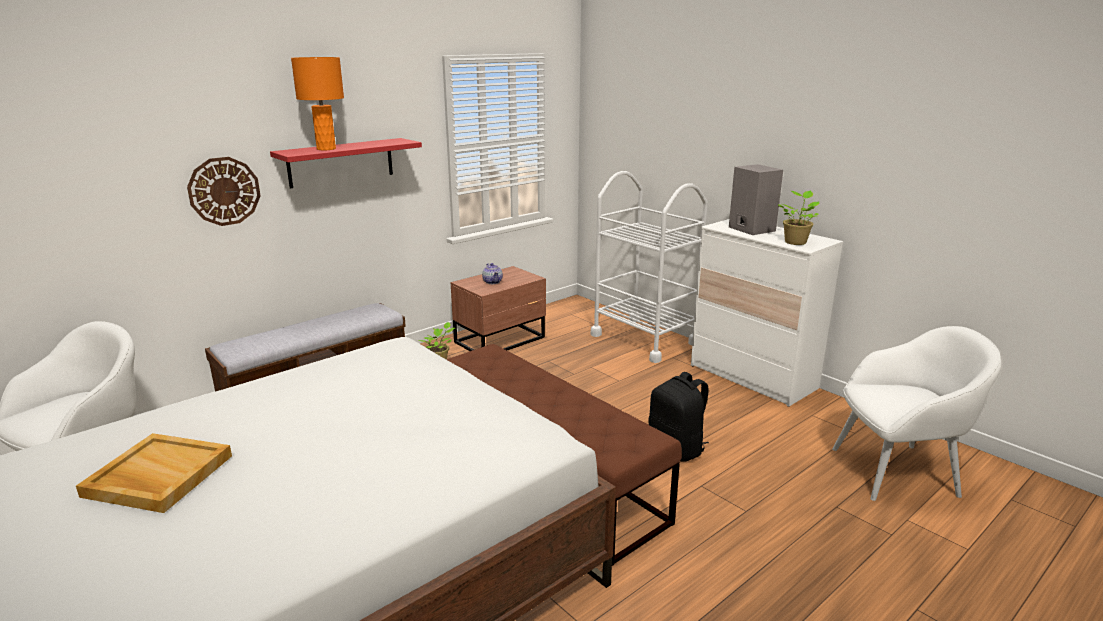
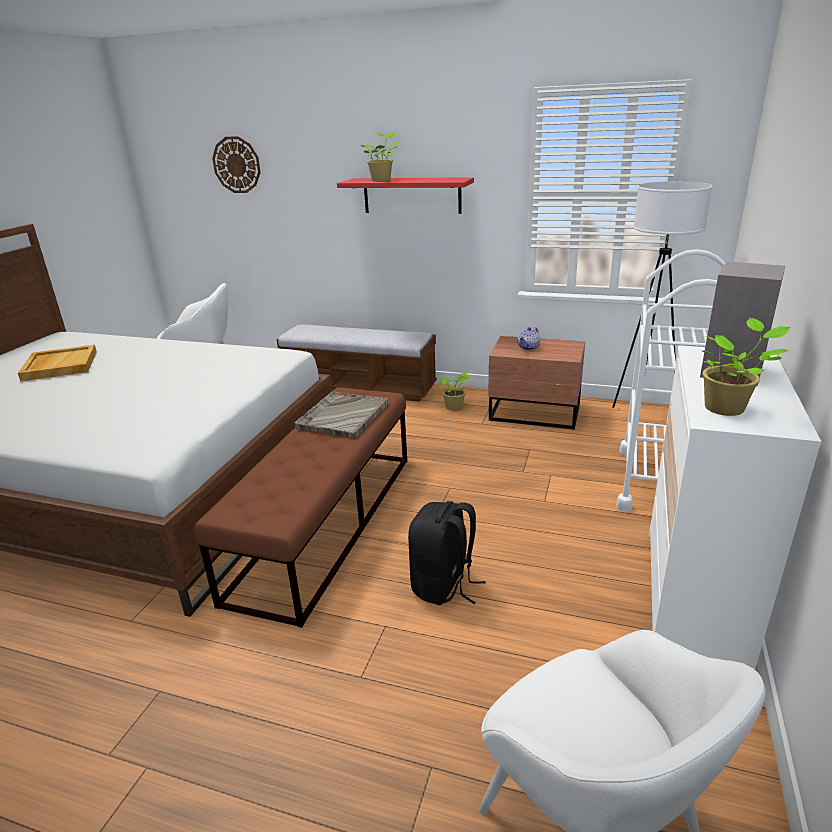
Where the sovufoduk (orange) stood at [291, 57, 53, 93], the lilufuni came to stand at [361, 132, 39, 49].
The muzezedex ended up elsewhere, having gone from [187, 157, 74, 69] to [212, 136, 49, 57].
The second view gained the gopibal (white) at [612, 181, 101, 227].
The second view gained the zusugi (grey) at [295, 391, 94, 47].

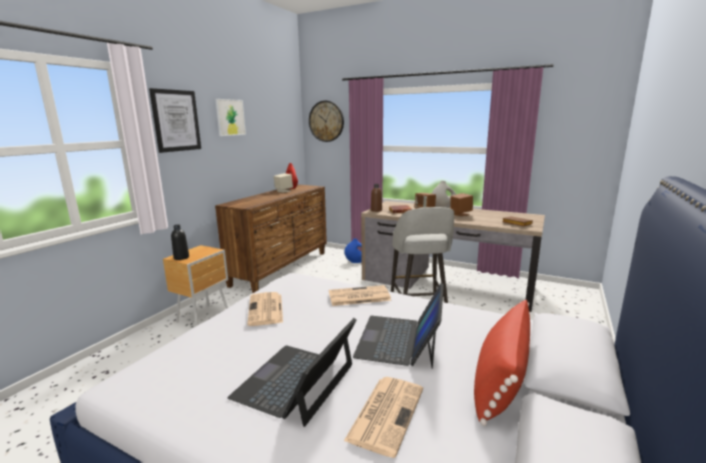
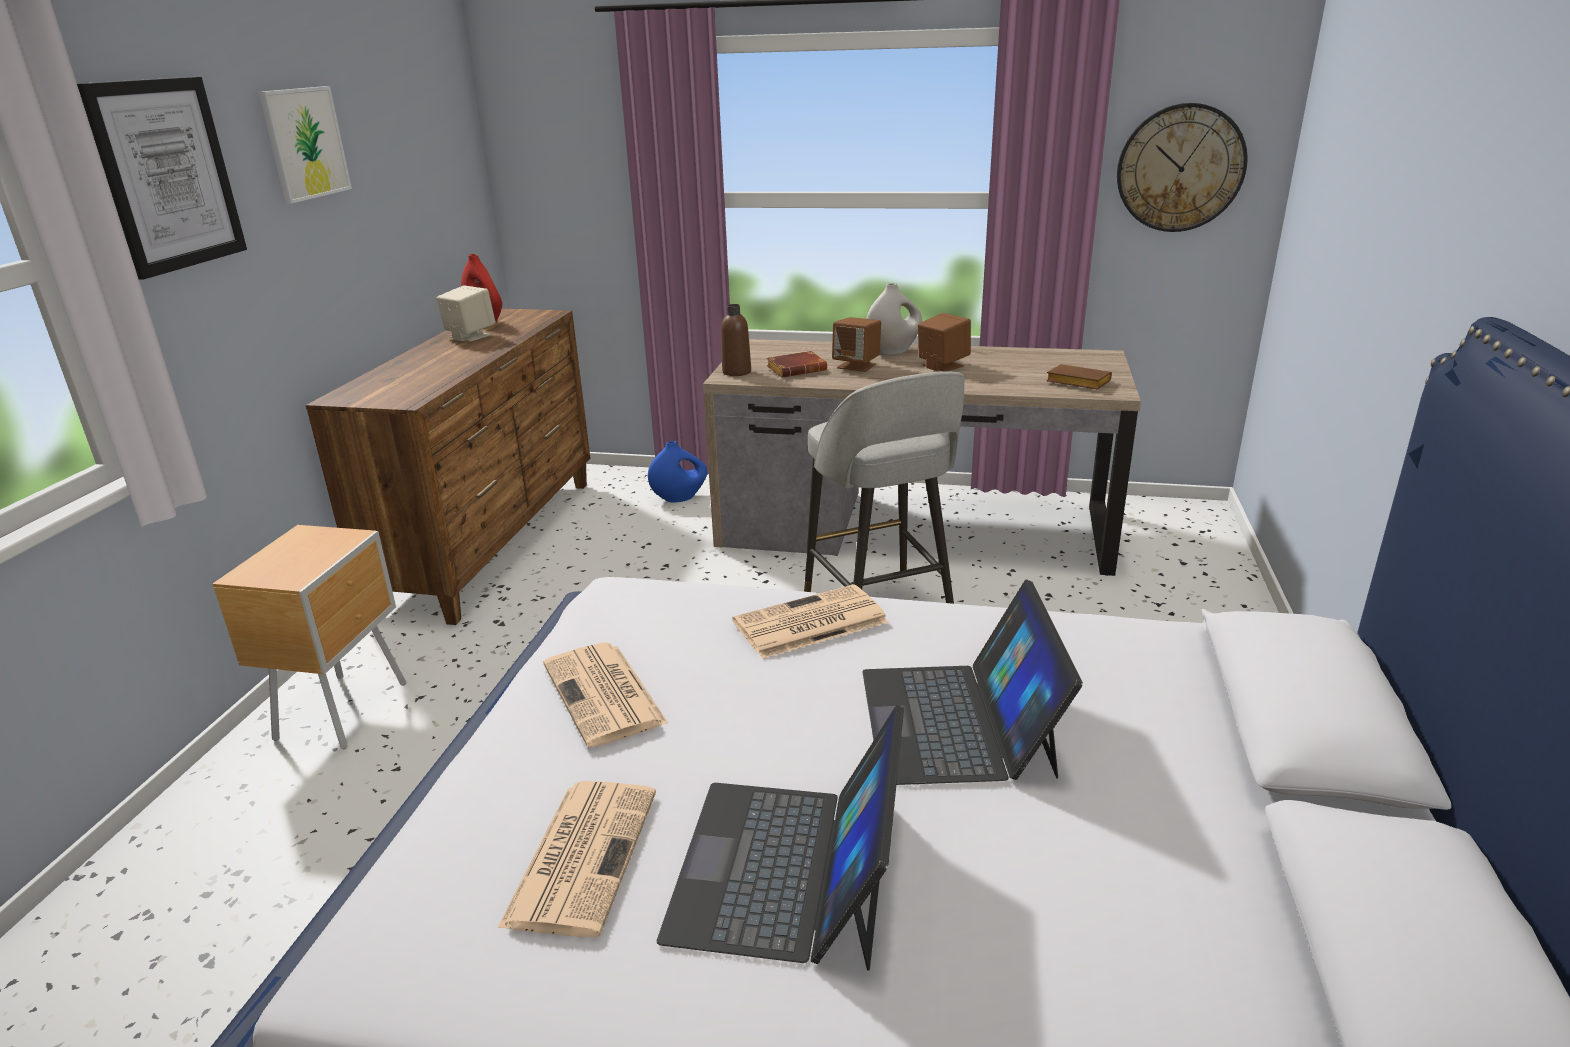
The muzezedex ended up elsewhere, having gone from [309, 101, 35, 41] to [1117, 103, 131, 129].
The second view lost the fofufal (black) at [171, 225, 18, 35].
The second view lost the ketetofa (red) at [474, 300, 56, 126].
The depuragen ended up elsewhere, having gone from [344, 377, 79, 81] to [497, 781, 159, 156].

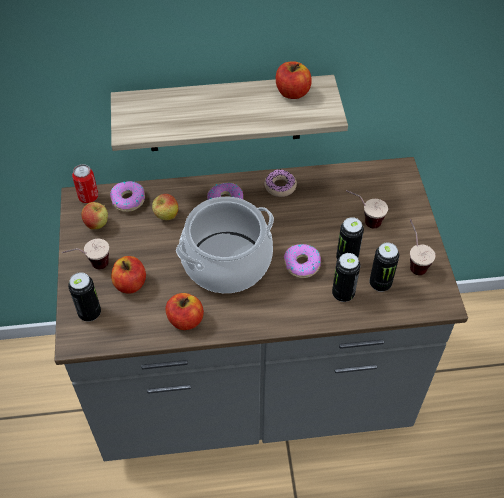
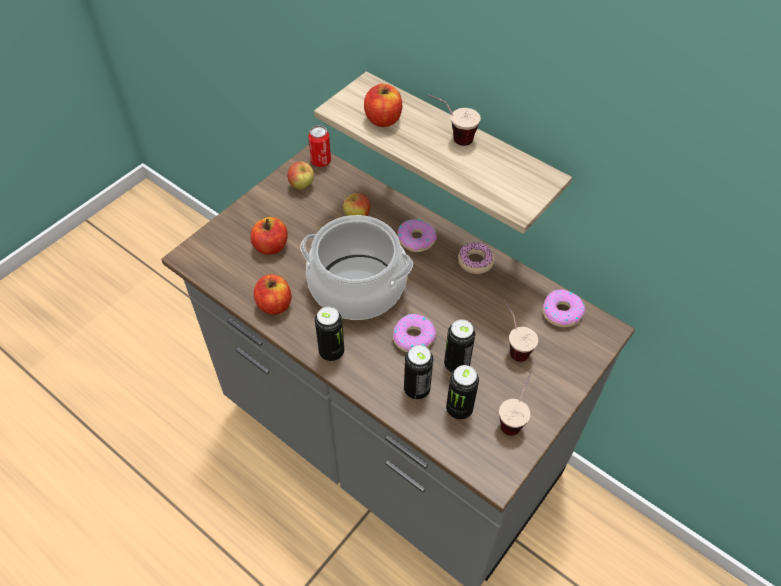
The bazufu ended up elsewhere, having gone from [276, 61, 35, 38] to [364, 84, 38, 43].
The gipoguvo ended up elsewhere, having gone from [110, 181, 35, 31] to [542, 290, 43, 37].
The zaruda ended up elsewhere, having gone from [62, 239, 47, 30] to [428, 94, 53, 52].
The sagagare ended up elsewhere, having gone from [68, 272, 33, 50] to [315, 307, 29, 54].

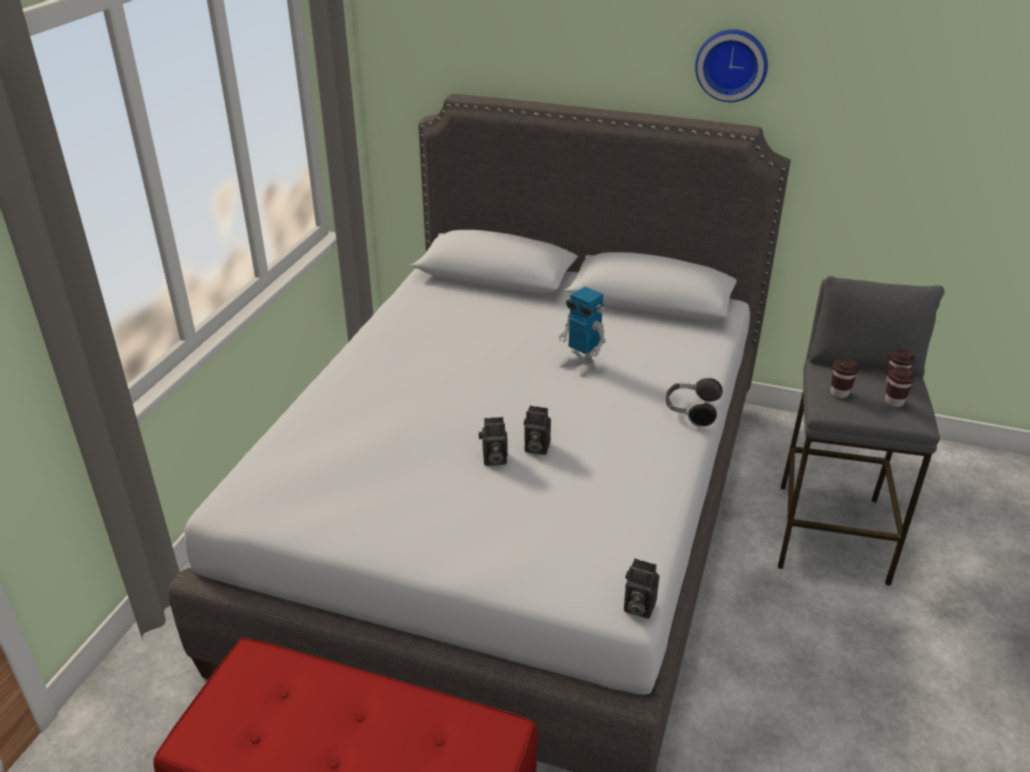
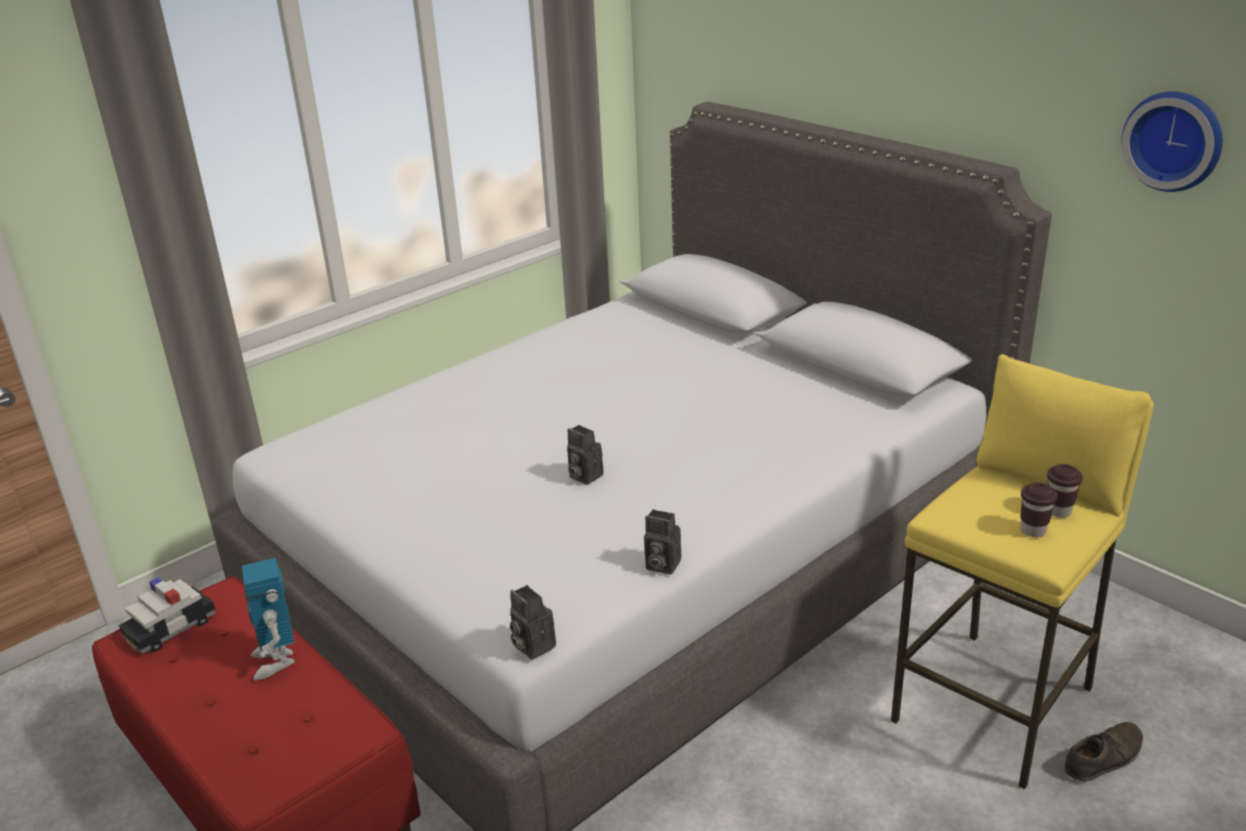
The muzezedex ended up elsewhere, having gone from [695, 29, 73, 73] to [1121, 91, 102, 101].
What was the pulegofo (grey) at [778, 276, 167, 310] turned into the pulegofo (yellow) at [891, 354, 263, 436].
The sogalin ended up elsewhere, having gone from [559, 287, 47, 90] to [242, 558, 53, 122].
The second view lost the zaruda (brown) at [831, 358, 28, 40].
The second view lost the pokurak at [666, 377, 57, 50].
The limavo ended up elsewhere, having gone from [478, 417, 30, 49] to [644, 509, 37, 66].
The second view gained the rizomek at [119, 577, 97, 77].
The second view gained the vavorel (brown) at [1064, 722, 79, 60].

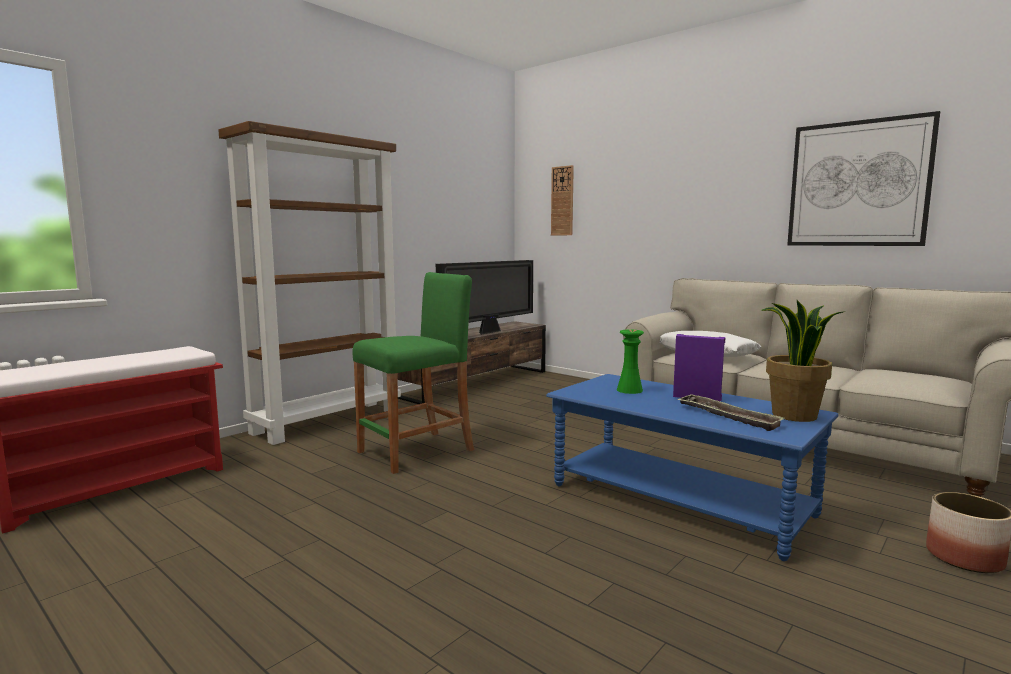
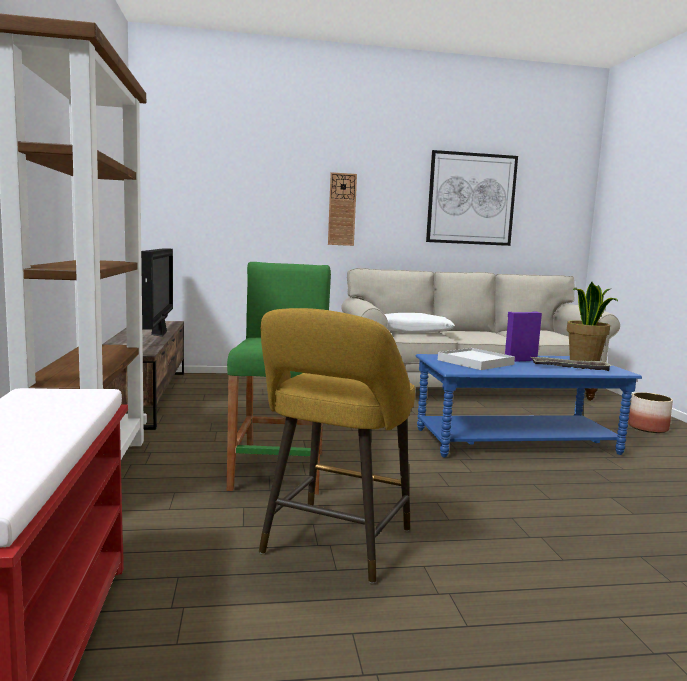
The muzezedex ended up elsewhere, having gone from [551, 165, 23, 70] to [328, 172, 29, 74].
Where the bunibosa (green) stood at [617, 329, 27, 65], the zusugi (white) came to stand at [438, 348, 77, 22].
The second view gained the pulegofo (yellow) at [259, 308, 156, 276].

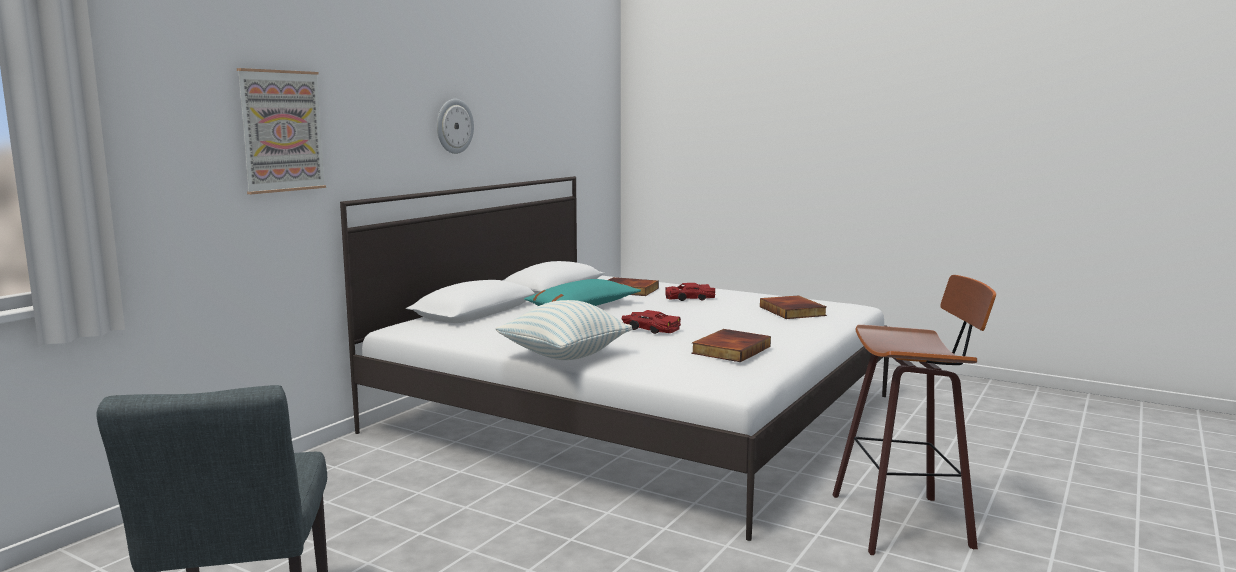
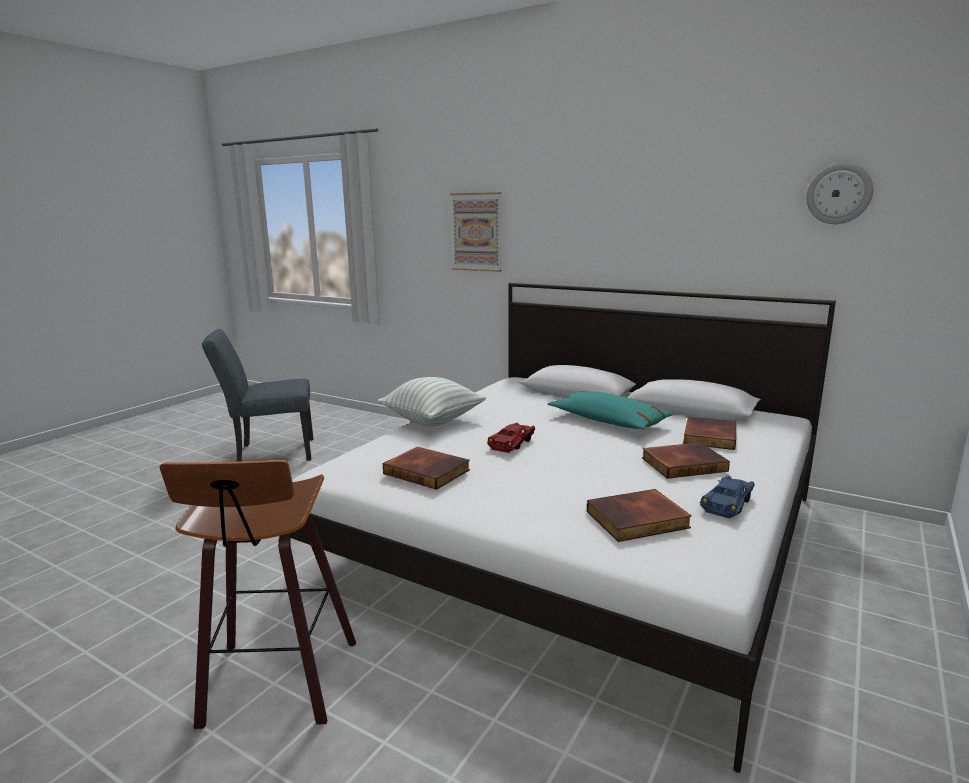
The muzezedex ended up elsewhere, having gone from [437, 99, 37, 55] to [806, 163, 67, 61].
Where the rizomek (red) stood at [665, 283, 51, 18], the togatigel came to stand at [642, 442, 88, 37].
The second view gained the rizomek (blue) at [700, 476, 55, 43].

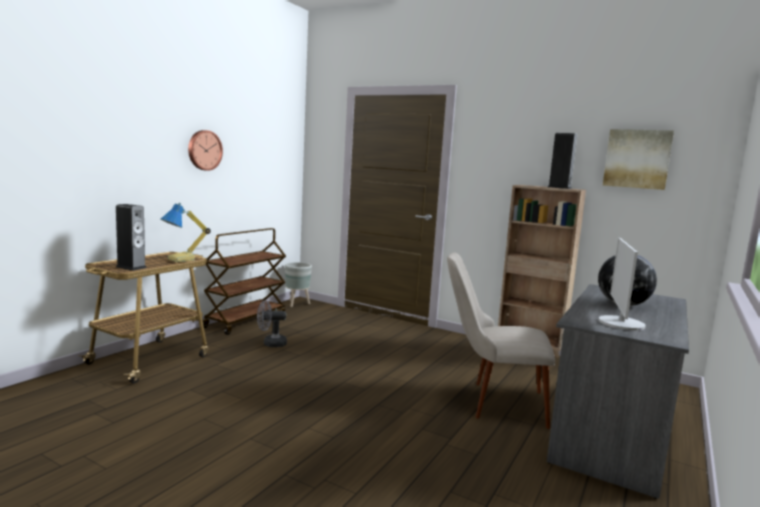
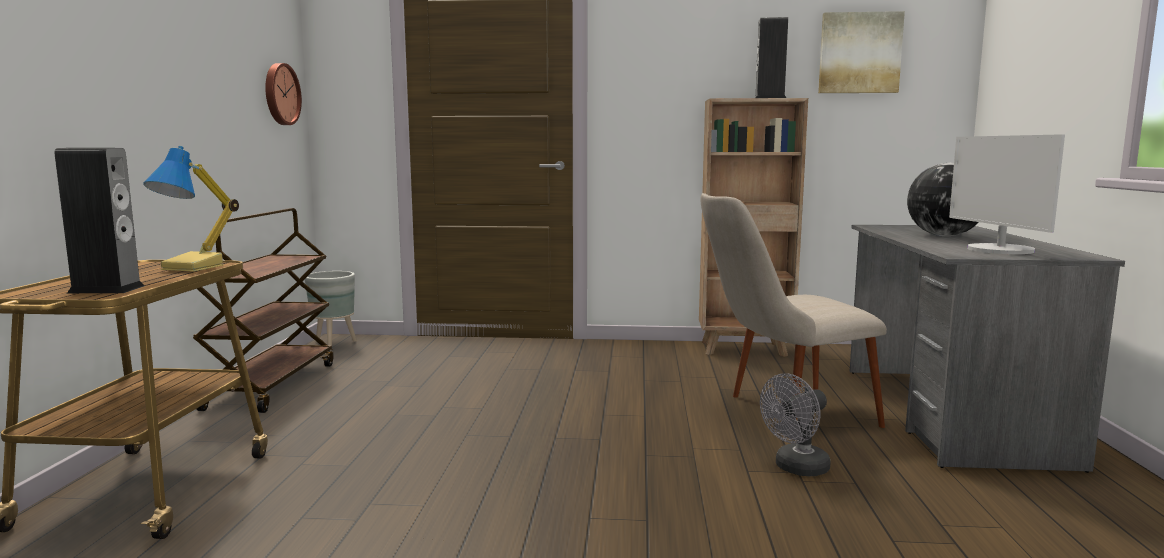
The muzezedex ended up elsewhere, having gone from [188, 130, 35, 41] to [265, 63, 37, 62].
The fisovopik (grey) ended up elsewhere, having gone from [257, 300, 30, 47] to [760, 373, 71, 103].

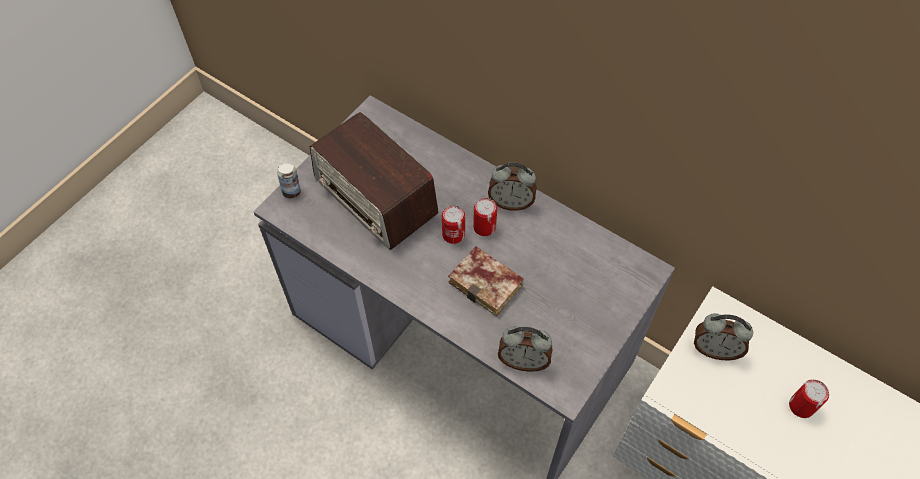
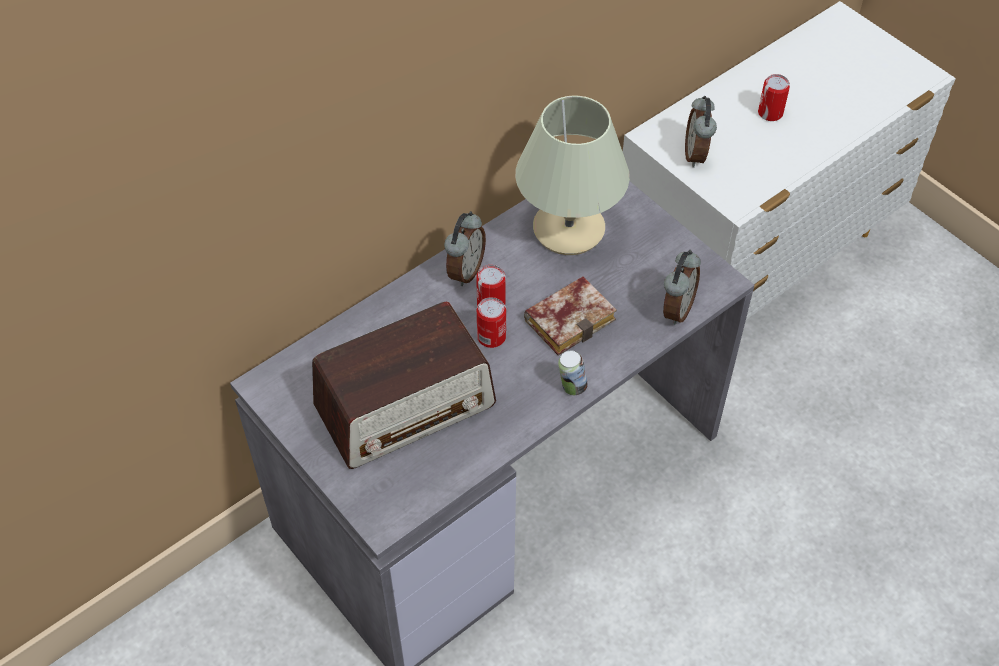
The sagagare ended up elsewhere, having gone from [277, 163, 24, 35] to [558, 351, 30, 44].
The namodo at [694, 313, 59, 47] ended up facing another way, 150 degrees clockwise from before.
The second view gained the sovufoduk (beige) at [515, 96, 115, 159].

